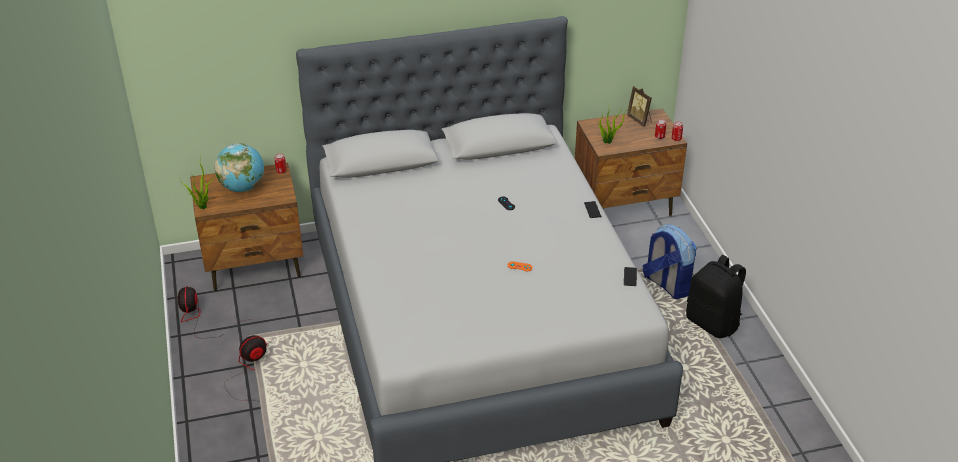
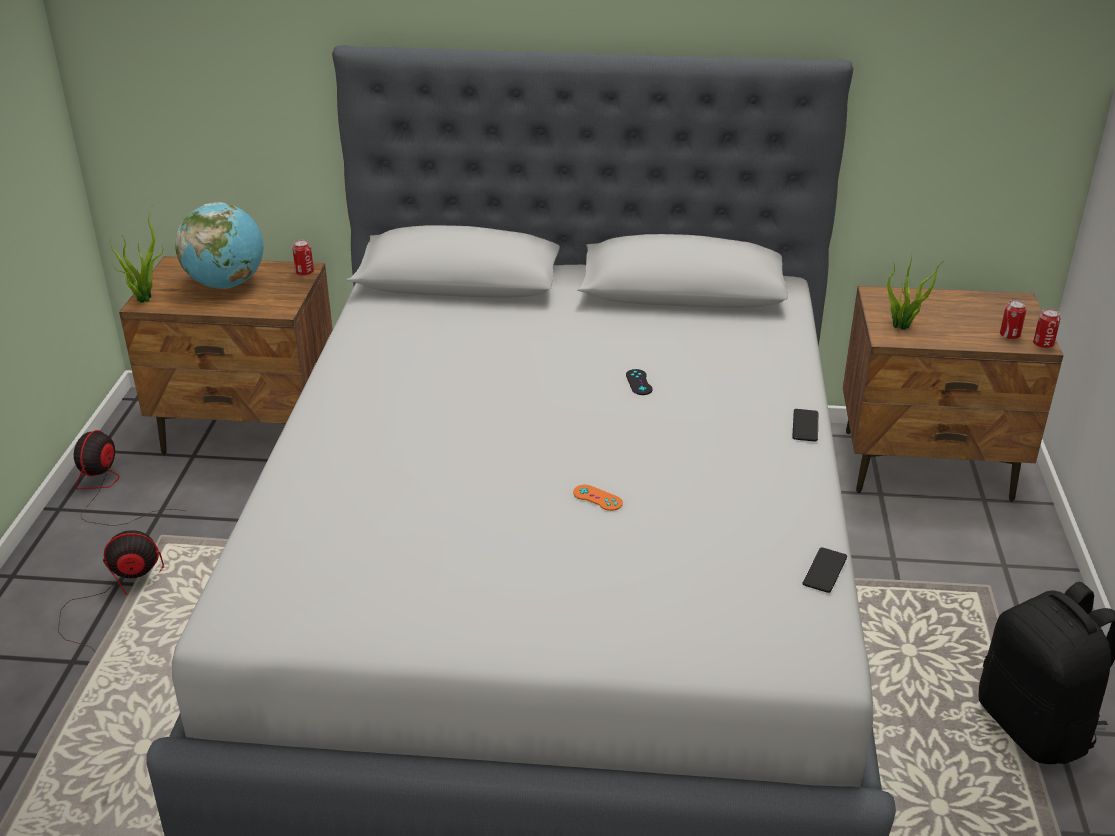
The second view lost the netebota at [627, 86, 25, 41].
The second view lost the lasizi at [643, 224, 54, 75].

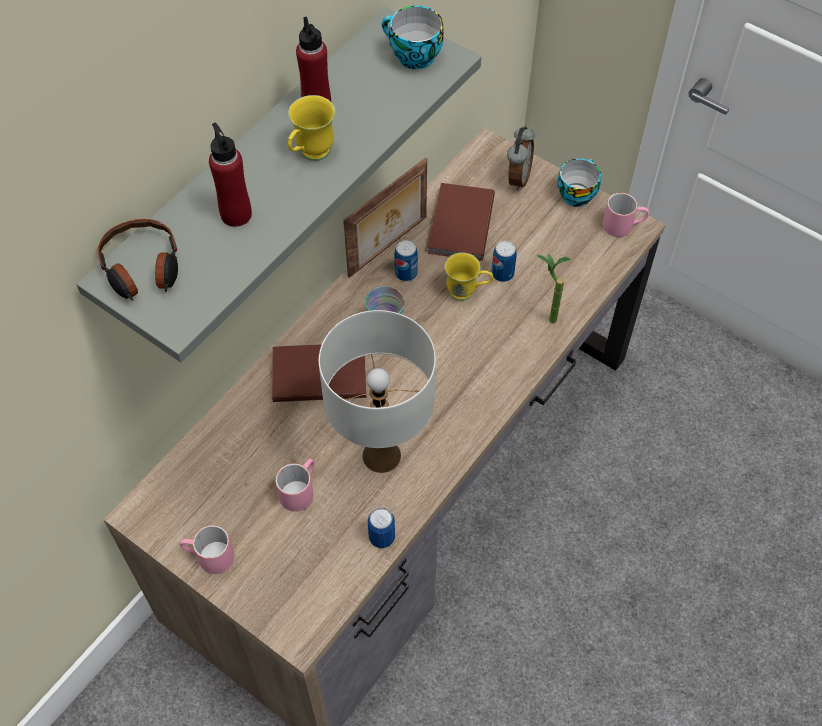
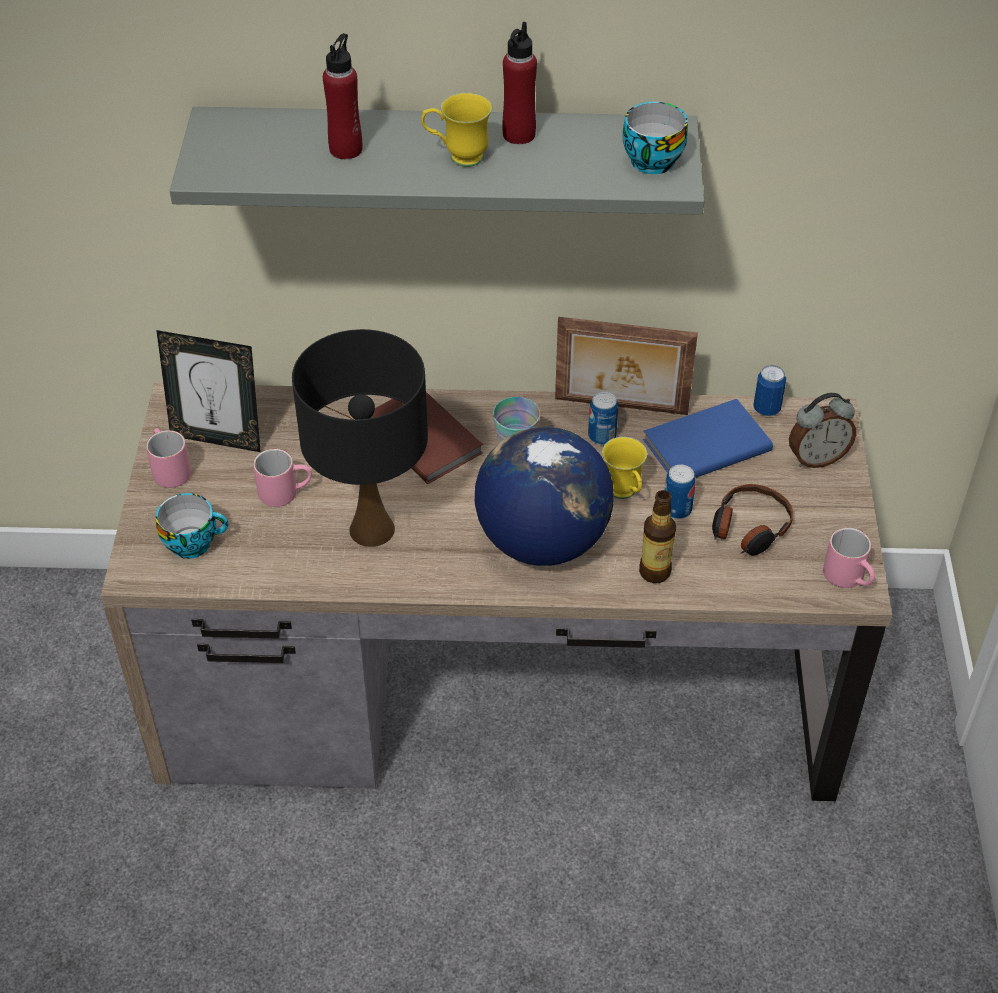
The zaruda ended up elsewhere, having gone from [557, 158, 44, 49] to [156, 493, 73, 66].
What was the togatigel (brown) at [428, 183, 67, 78] turned into the togatigel (blue) at [643, 399, 130, 79].
The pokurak ended up elsewhere, having gone from [98, 219, 80, 82] to [712, 484, 81, 72].
Where the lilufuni stood at [537, 254, 34, 70], the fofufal came to stand at [639, 490, 37, 93].
What was the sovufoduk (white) at [319, 310, 117, 163] turned into the sovufoduk (black) at [292, 329, 136, 218].
The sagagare ended up elsewhere, having gone from [368, 508, 27, 40] to [753, 365, 33, 51].
The second view gained the netebota at [156, 330, 105, 122].
The second view gained the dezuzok at [475, 427, 139, 139].

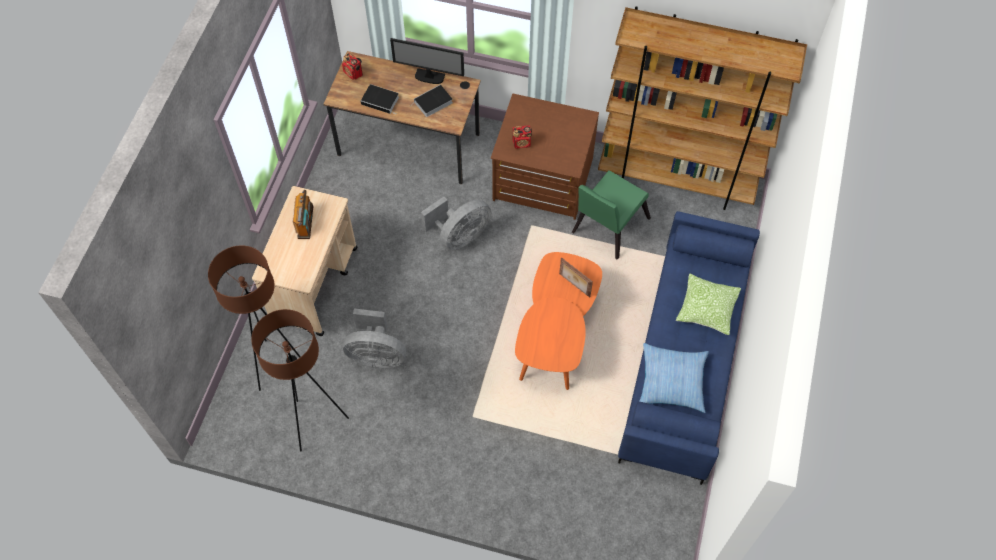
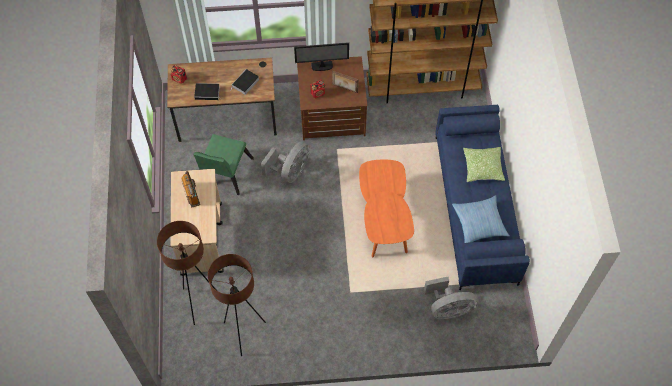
The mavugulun ended up elsewhere, having gone from [390, 38, 74, 46] to [294, 42, 55, 29].
The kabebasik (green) ended up elsewhere, having gone from [572, 170, 79, 90] to [193, 134, 61, 61].
The netebota ended up elsewhere, having gone from [559, 257, 34, 40] to [332, 71, 27, 22].
The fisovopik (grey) ended up elsewhere, having gone from [343, 309, 63, 59] to [424, 277, 54, 42].

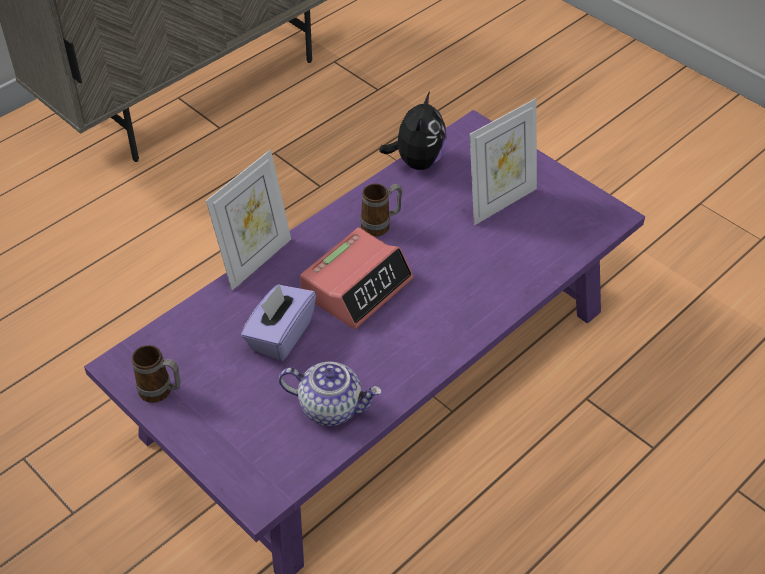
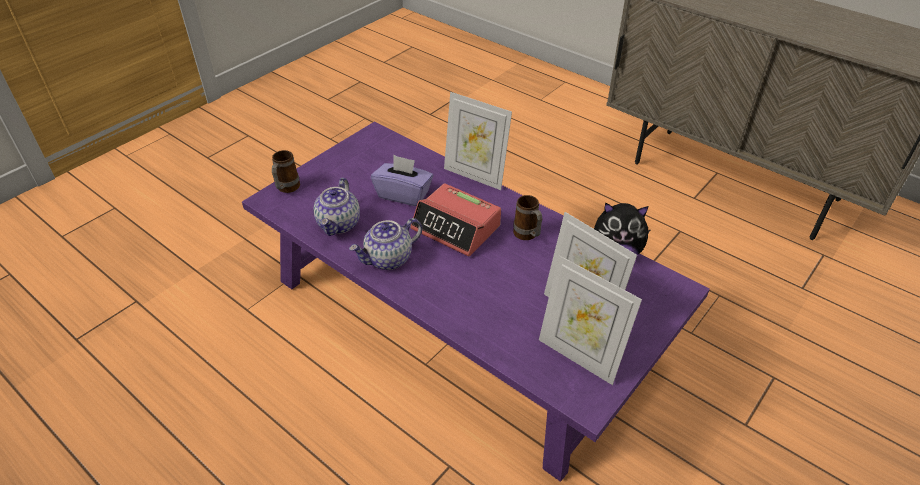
The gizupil ended up elsewhere, having gone from [132, 345, 49, 58] to [272, 150, 28, 43].
The second view gained the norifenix at [349, 218, 73, 52].
The second view gained the netebota at [539, 255, 103, 130].

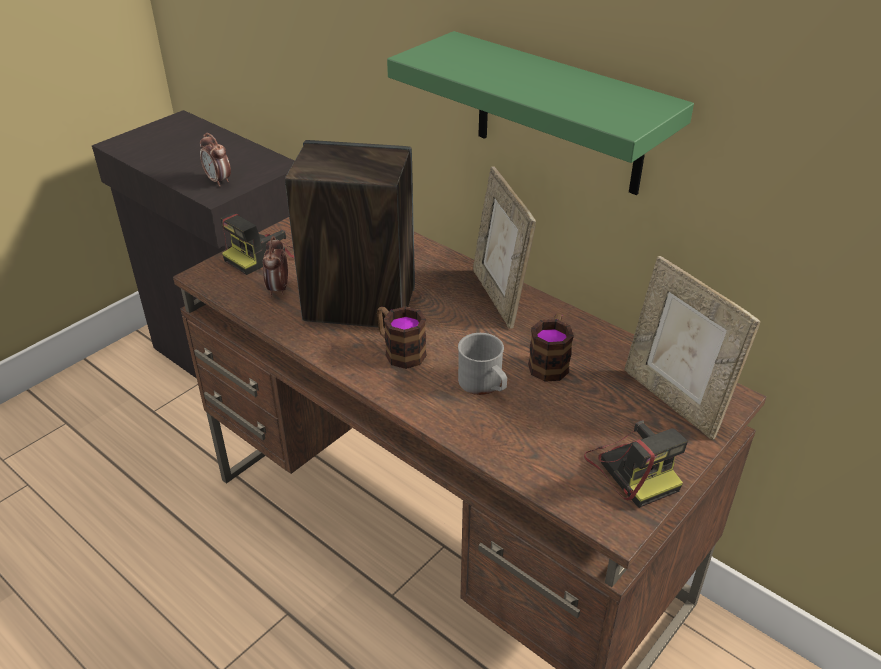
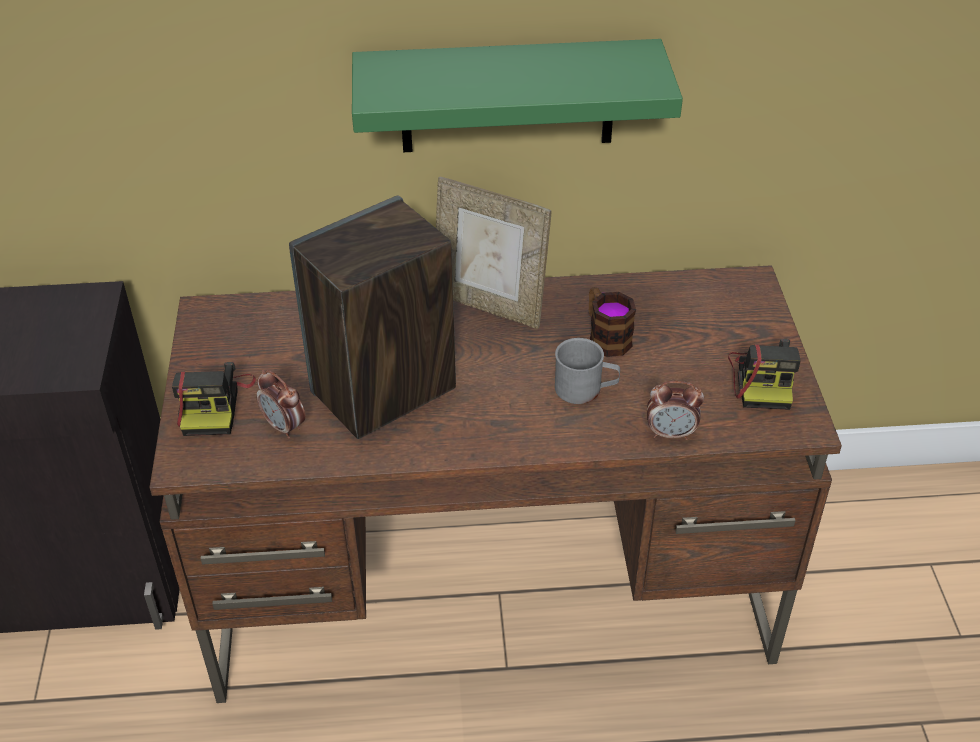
The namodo ended up elsewhere, having gone from [200, 133, 31, 54] to [647, 381, 57, 59].
The second view lost the netebota at [625, 256, 135, 184].
The second view lost the gizupil at [377, 306, 50, 63].
The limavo at [584, 420, 104, 88] ended up facing another way, 75 degrees clockwise from before.

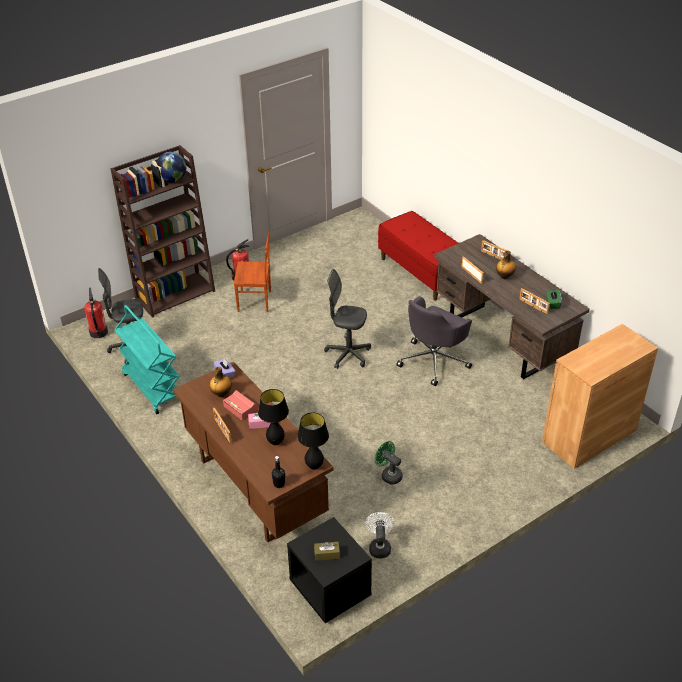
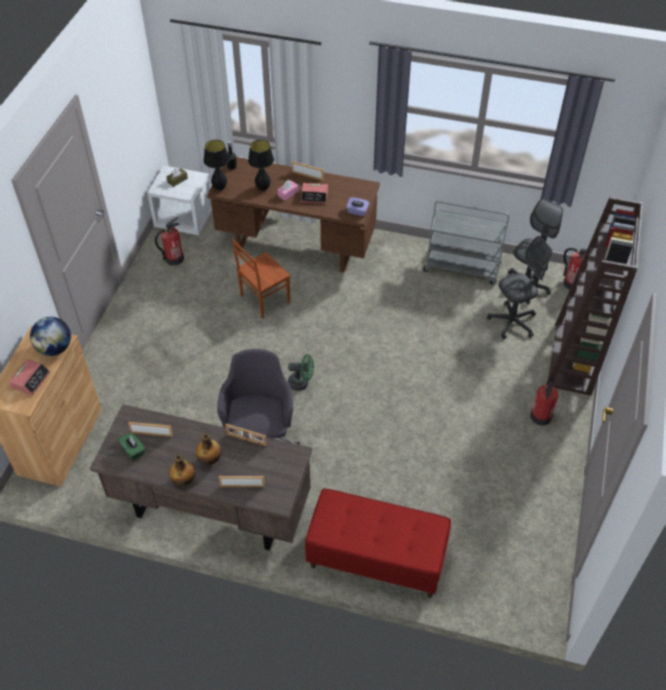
The dezuzok ended up elsewhere, having gone from [156, 152, 30, 31] to [30, 317, 41, 39].
The kabebasik (brown) ended up elsewhere, having gone from [234, 232, 37, 80] to [232, 239, 58, 79].
The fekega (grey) ended up elsewhere, having gone from [324, 269, 47, 100] to [487, 236, 65, 103].
What was the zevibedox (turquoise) at [114, 305, 65, 109] turned into the zevibedox (grey) at [423, 201, 86, 84].
The fofufal ended up elsewhere, having gone from [209, 366, 23, 31] to [169, 455, 26, 31].
The fisovopik (green) ended up elsewhere, having gone from [375, 441, 28, 43] to [288, 354, 26, 37].
Where the fisovopik (white) stood at [365, 512, 30, 46], the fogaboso came to stand at [155, 217, 29, 49].
What was the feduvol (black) at [287, 517, 85, 106] turned into the feduvol (white) at [147, 166, 65, 69].
The second view gained the namodo at [9, 359, 41, 36].

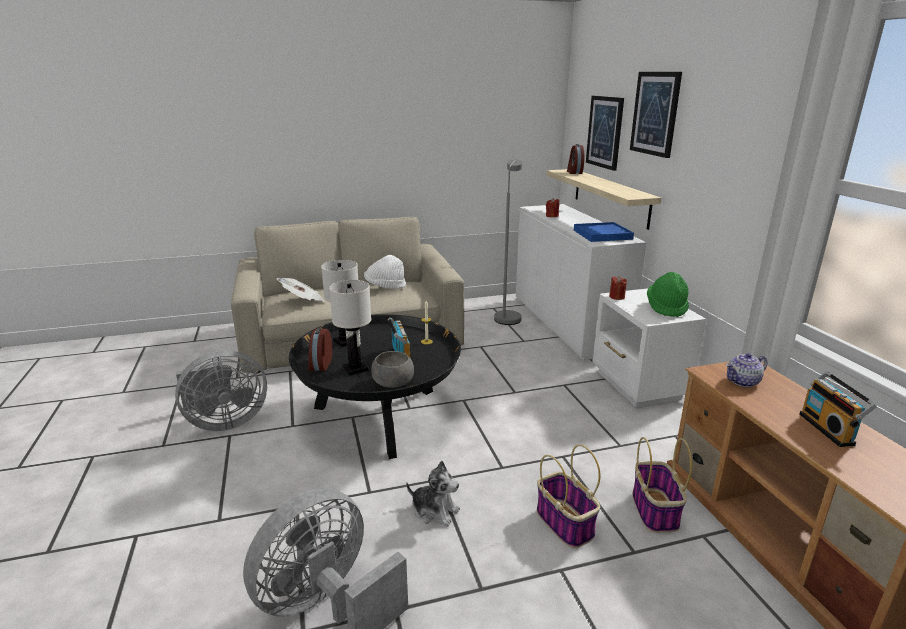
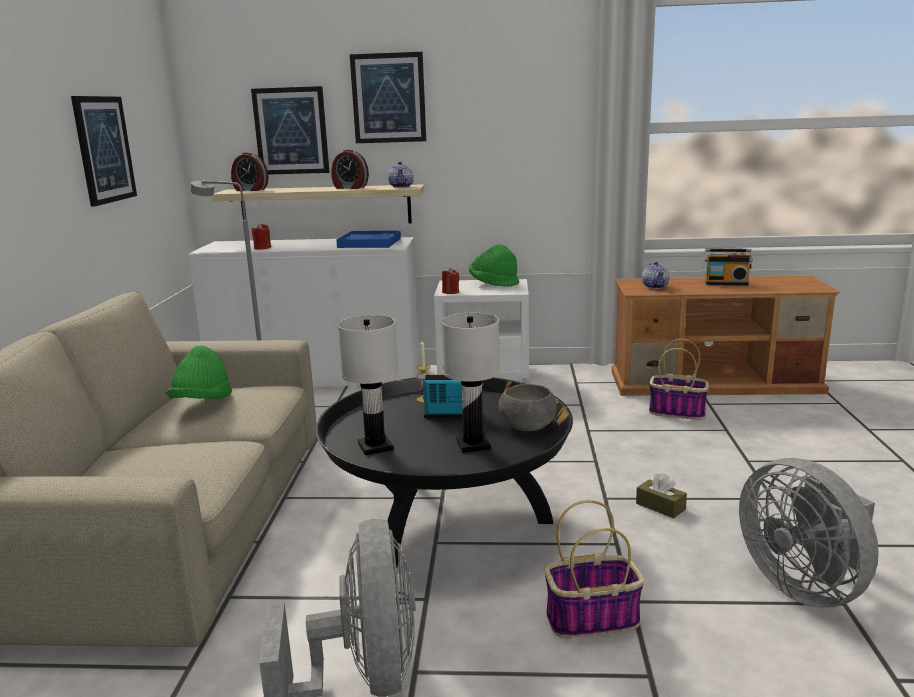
What was the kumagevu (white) at [364, 255, 42, 34] turned into the kumagevu (green) at [166, 345, 66, 54].
The second view lost the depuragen at [276, 278, 50, 24].
The namodo ended up elsewhere, having gone from [308, 328, 24, 43] to [331, 150, 38, 39].
The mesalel ended up elsewhere, having gone from [537, 444, 63, 104] to [545, 500, 99, 138].
Where the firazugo stood at [406, 460, 54, 67], the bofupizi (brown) came to stand at [636, 473, 51, 45].
The second view gained the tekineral at [71, 96, 66, 110].
The second view gained the norifenix at [388, 162, 26, 26].

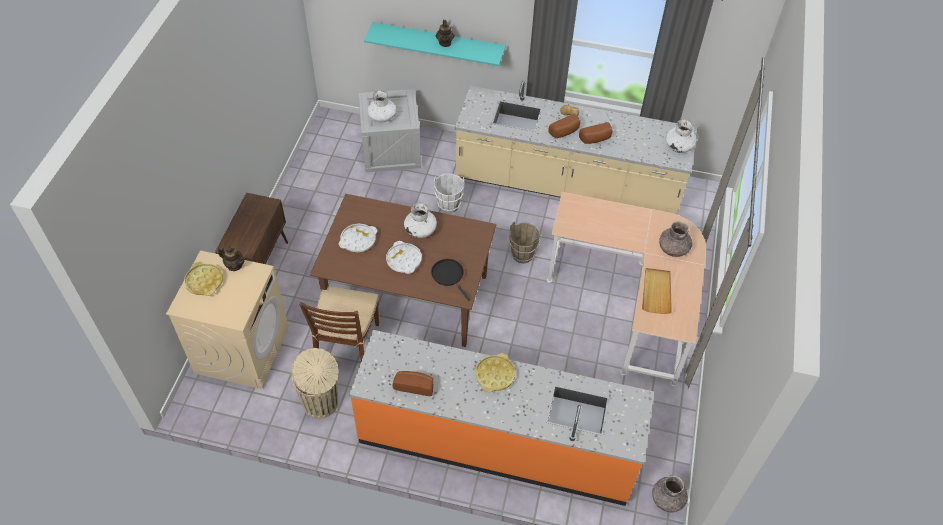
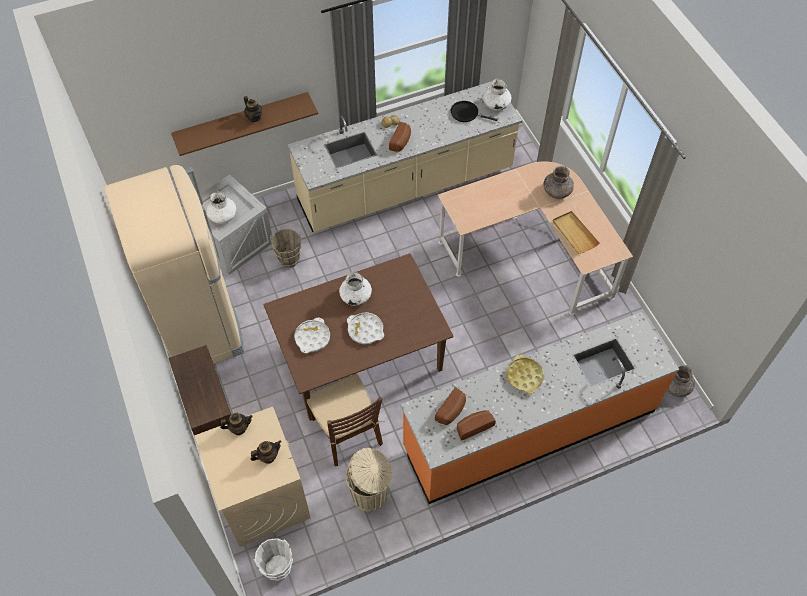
What was the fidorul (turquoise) at [364, 22, 142, 44] turned into the fidorul (brown) at [171, 92, 147, 64].
The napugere ended up elsewhere, having gone from [579, 122, 33, 22] to [435, 387, 31, 38].
The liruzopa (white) ended up elsewhere, having gone from [434, 174, 30, 39] to [254, 538, 39, 43].
The liruzopa (brown) ended up elsewhere, having gone from [509, 222, 32, 42] to [270, 229, 32, 39].
The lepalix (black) ended up elsewhere, having gone from [431, 259, 40, 42] to [451, 101, 47, 21].
The second view lost the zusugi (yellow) at [184, 262, 39, 34].
The second view gained the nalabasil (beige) at [104, 165, 140, 199].
The second view gained the norifenix at [251, 440, 31, 24].

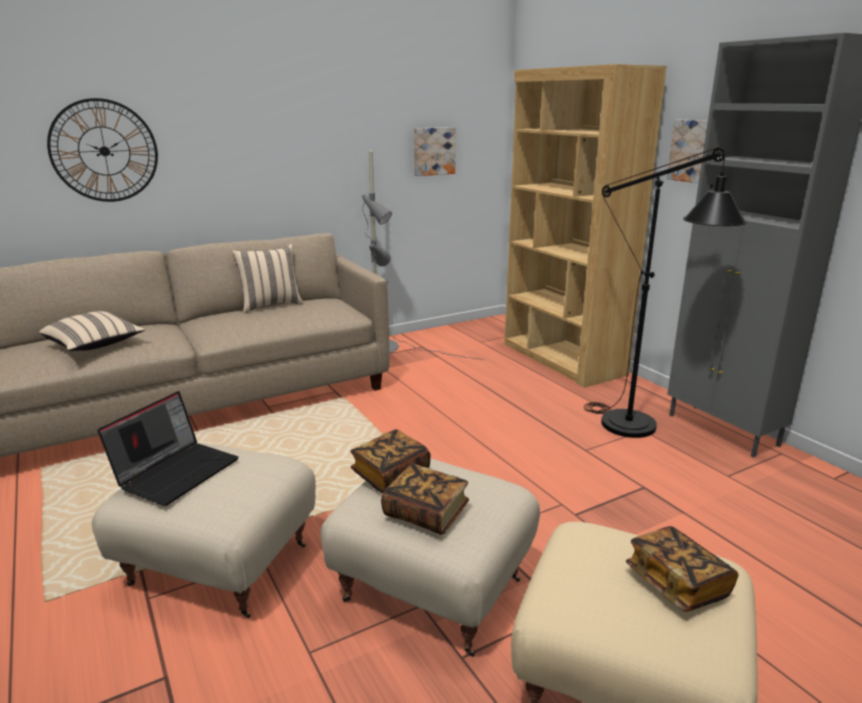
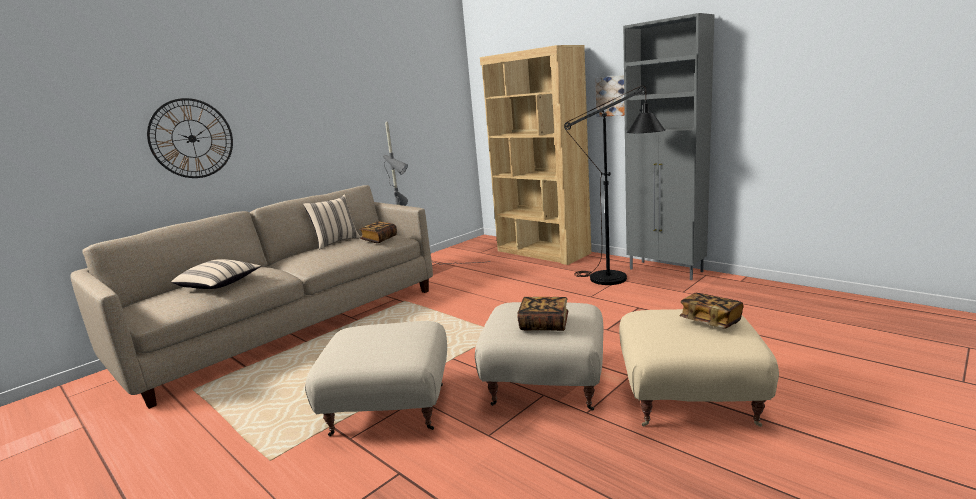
The second view lost the tekineral at [414, 127, 42, 49].
The second view lost the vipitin at [97, 391, 142, 115].
The togatigel ended up elsewhere, having gone from [350, 429, 81, 64] to [359, 222, 38, 21].

